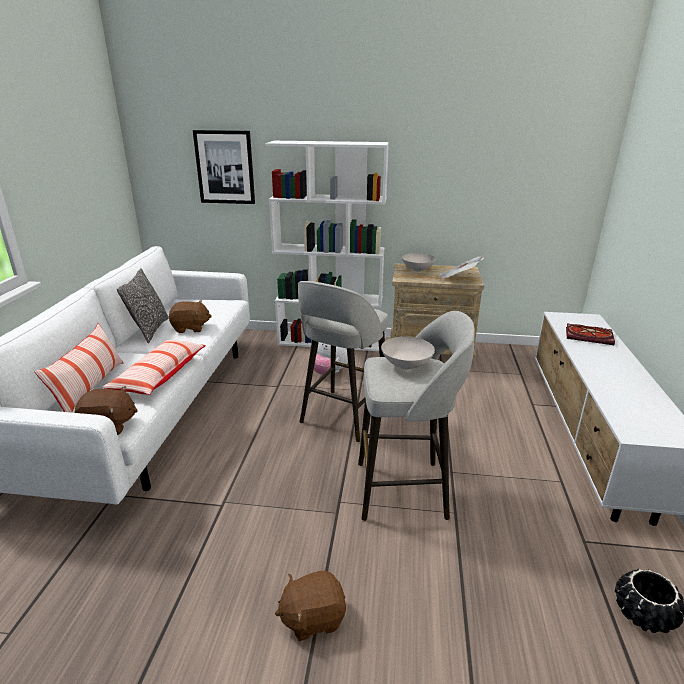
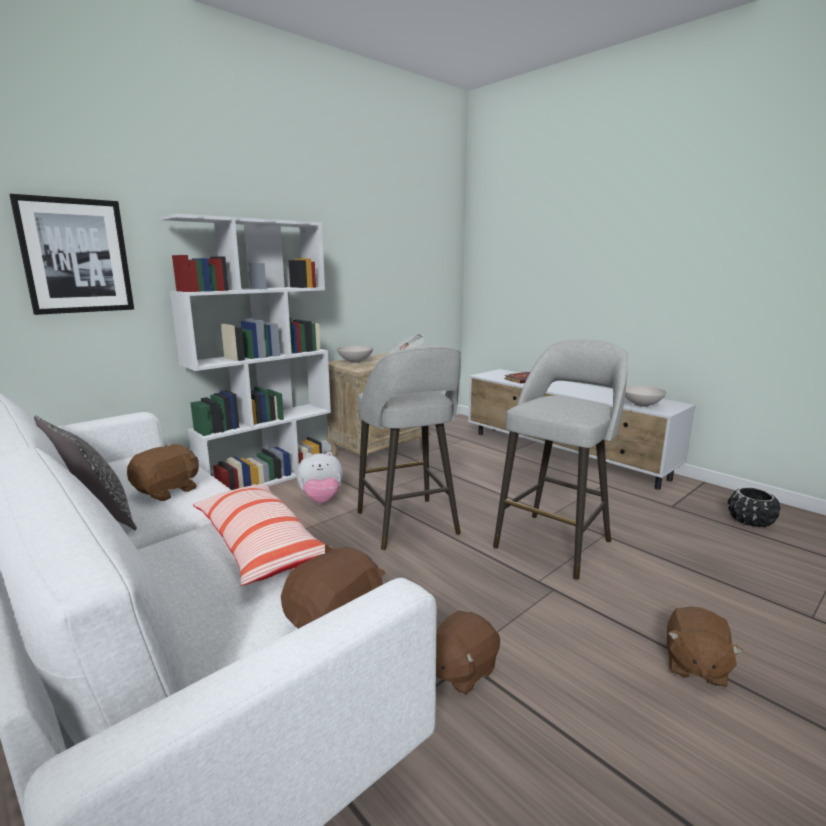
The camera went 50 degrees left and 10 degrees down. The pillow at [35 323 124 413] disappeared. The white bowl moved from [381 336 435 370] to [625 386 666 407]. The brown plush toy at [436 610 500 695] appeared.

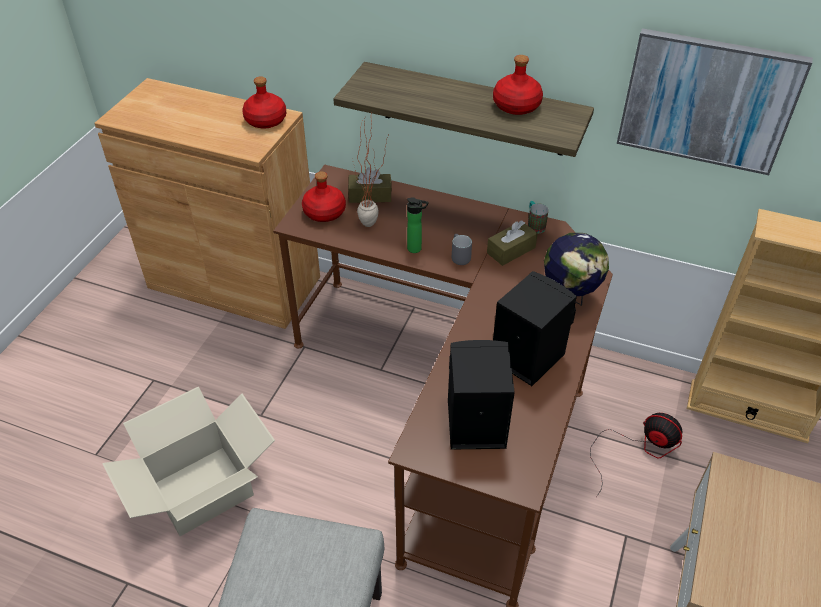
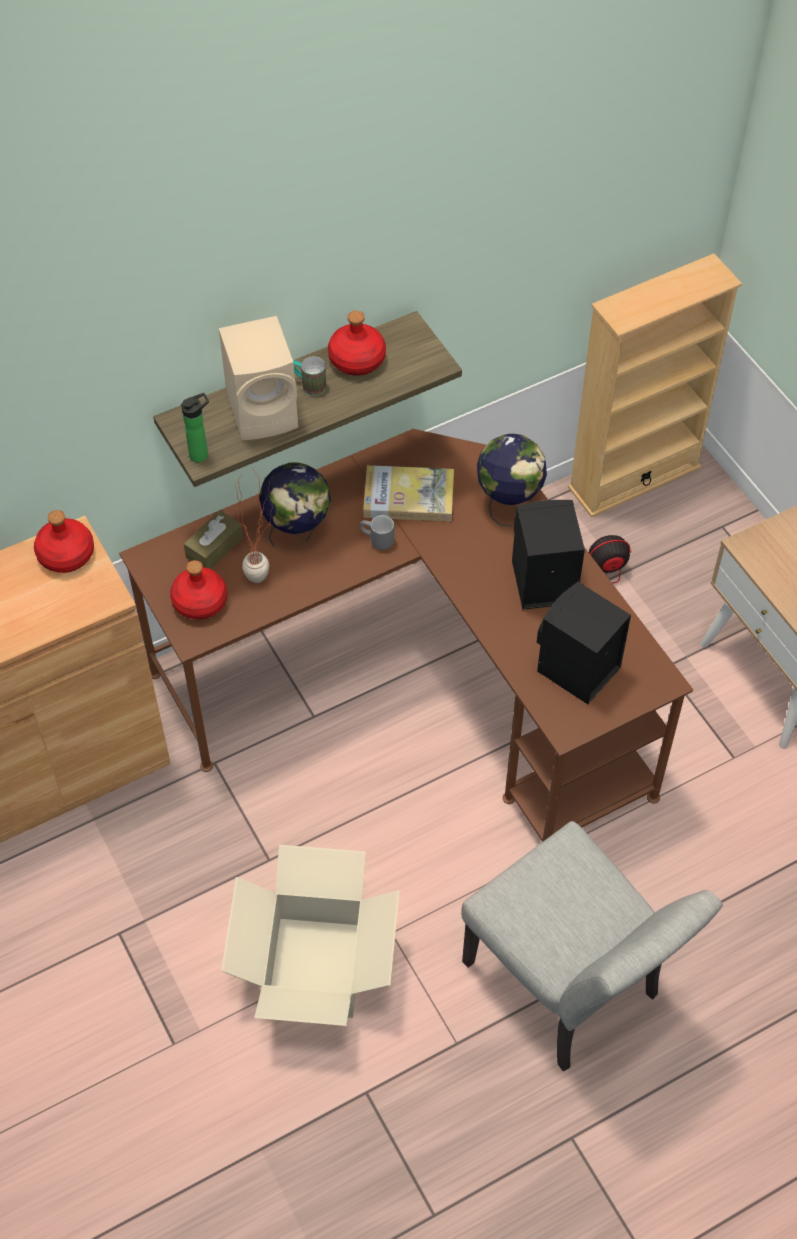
The camera went 50 degrees left and 10 degrees up. The bottle moved from [407 197 428 253] to [181 393 209 463]. The brown tissue box at [487 220 538 266] was replaced by the book at [363 465 454 522]. The mug moved from [528 201 549 234] to [293 356 326 396]. The picture at [617 28 813 175] disappeared. The beige speaker at [219 316 298 440] appeared. The globe at [259 462 331 547] appeared.

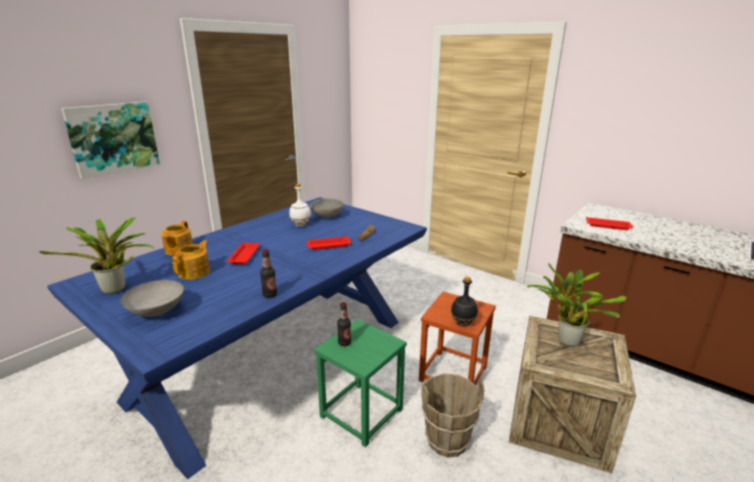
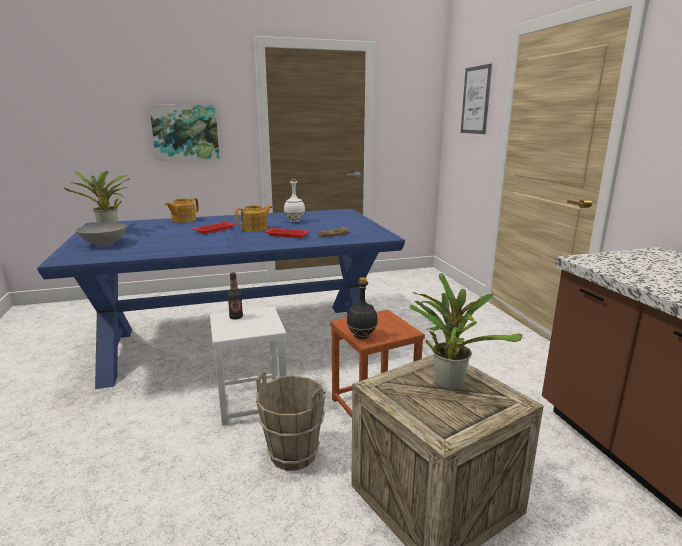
The camera went 35 degrees right and 5 degrees down. The teapot moved from [172 240 210 280] to [235 205 272 232]. The bottle at [260 249 277 298] disappeared. The grey bowl at [310 199 344 218] disappeared. The green stool at [314 320 407 447] became the white stool at [210 307 287 425]. The red tray at [586 217 633 230] disappeared. The picture at [461 64 492 134] appeared.

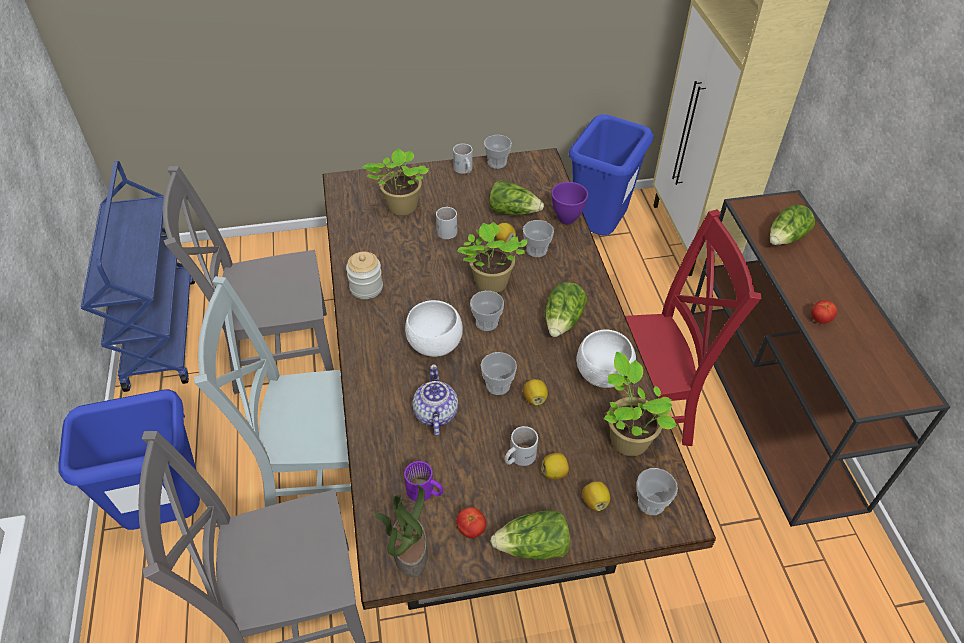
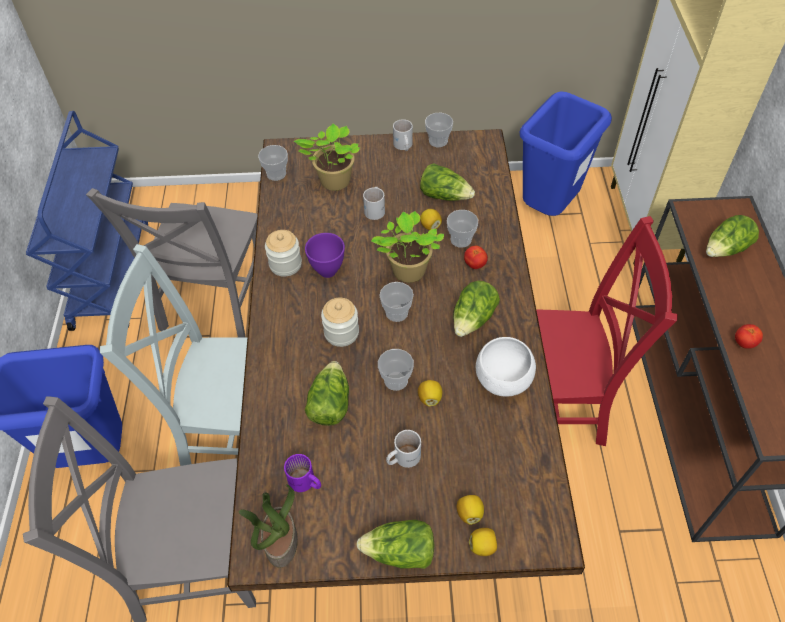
The camera went 10 degrees right and 5 degrees up. The grey chair at [163 166 334 394] turned 75 degrees counterclockwise. The white bowl at [405 300 463 357] was replaced by the jar at [321 298 359 347]. The teapot at [412 364 458 436] was replaced by the lettuce at [305 361 349 426]. The tomato moved from [456 507 487 539] to [464 246 488 269]. The lemon moved from [541 453 569 479] to [469 528 497 556]. The purple bowl moved from [552 182 588 225] to [305 233 345 278]. The potted plant at [604 352 677 456] disappeared. The cup moved from [636 468 678 515] to [258 145 288 181].

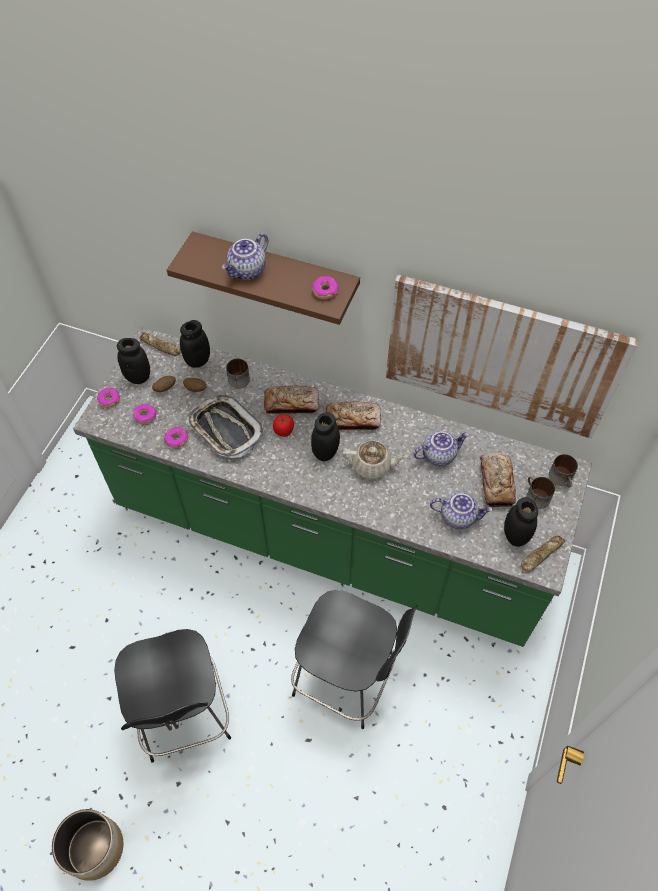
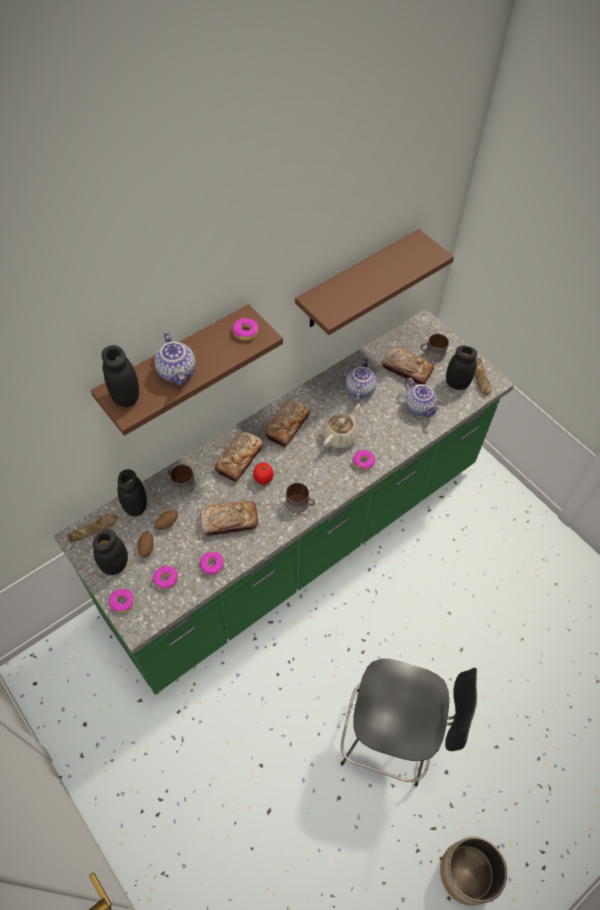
The camera went 60 degrees left and 0 degrees up. The tray at [186 394 265 458] was replaced by the bread at [200 501 258 535]. The black chair at [291 590 418 729] disappeared. The black jar moved from [311 412 340 461] to [102 345 139 407]. The picture at [386 274 639 439] was replaced by the brown shelf at [295 229 454 335]. The teapot at [430 492 493 529] turned 105 degrees clockwise. The mug moved from [549 454 578 488] to [286 483 316 513]. The donut at [353 450 375 470] appeared.

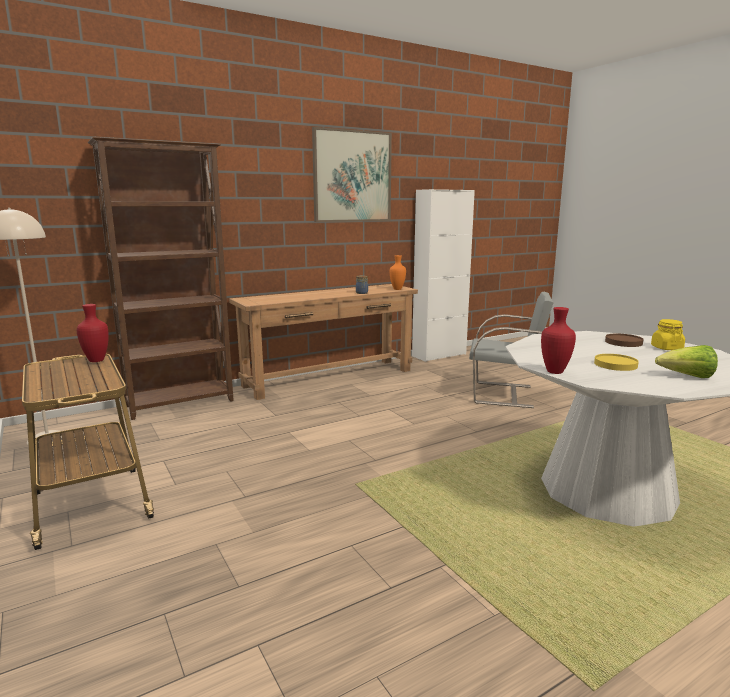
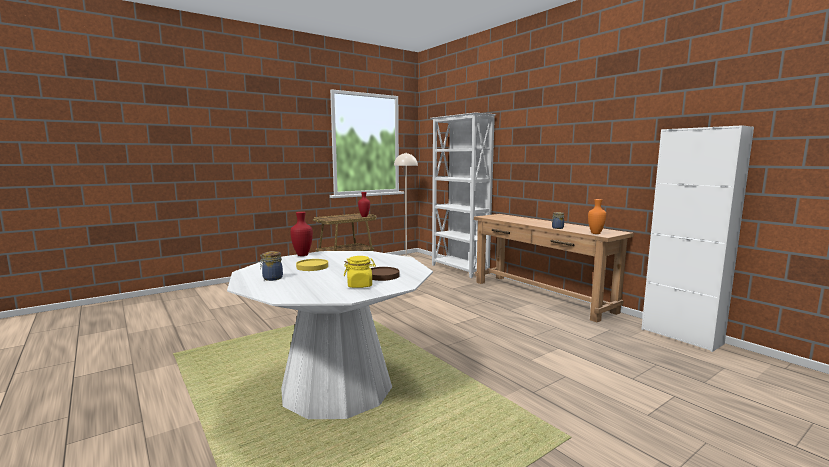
The camera went 85 degrees right and 5 degrees down. The brown bookcase at [88 137 234 420] became the white bookcase at [431 112 496 278]. The picture at [312 127 392 222] disappeared. The grey chair at [469 292 554 408] disappeared. The lettuce at [655 345 718 378] was replaced by the jar at [260 251 283 281].

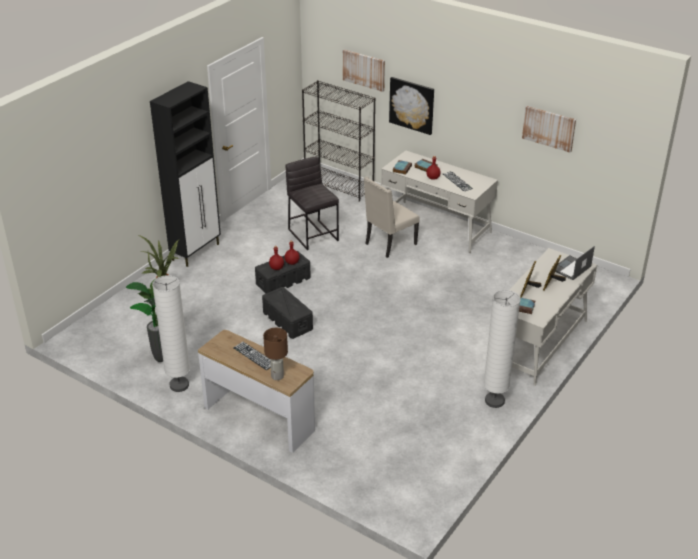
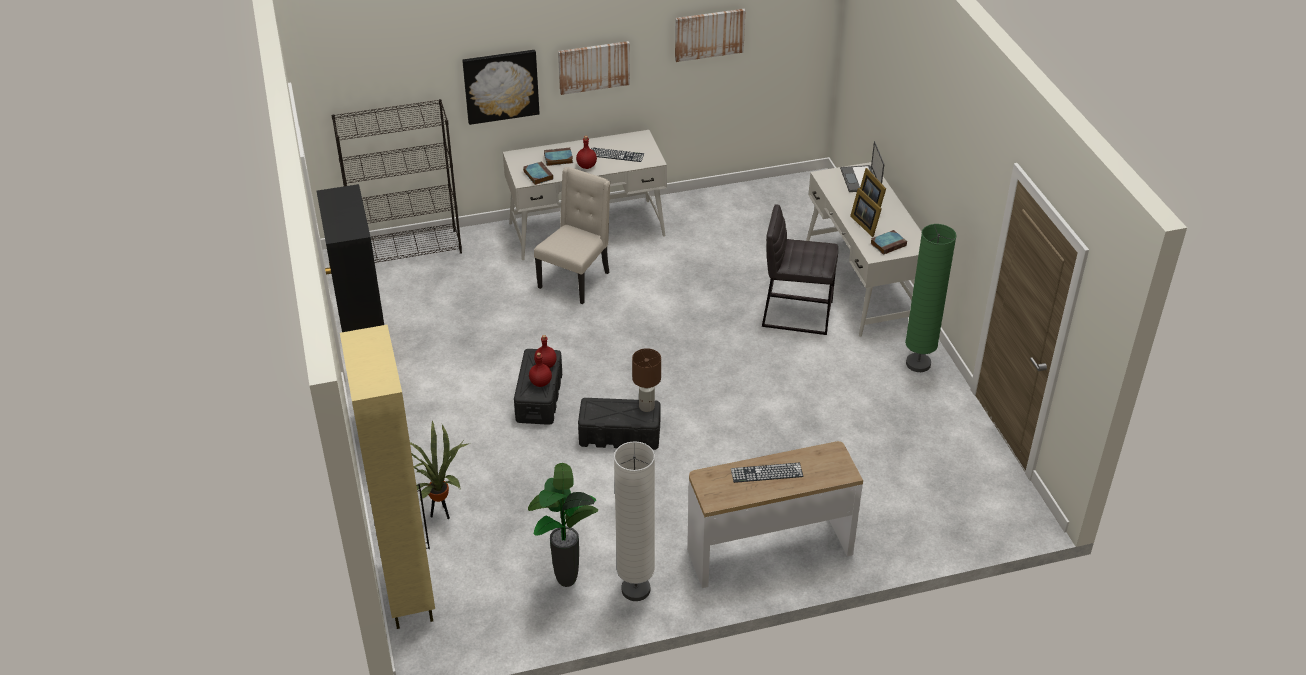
The camera went 50 degrees left and 5 degrees up. The brown table lamp moved from [263 328 288 380] to [632 348 661 412]. The grey stool moved from [286 156 339 250] to [762 204 838 335]. The picture moved from [343 49 385 92] to [558 41 630 95]. The beige chair at [364 176 420 258] turned 150 degrees counterclockwise. The white floor lamp at [484 290 520 408] became the green floor lamp at [905 224 957 372]. The beige cabinet at [340 325 435 629] appeared.

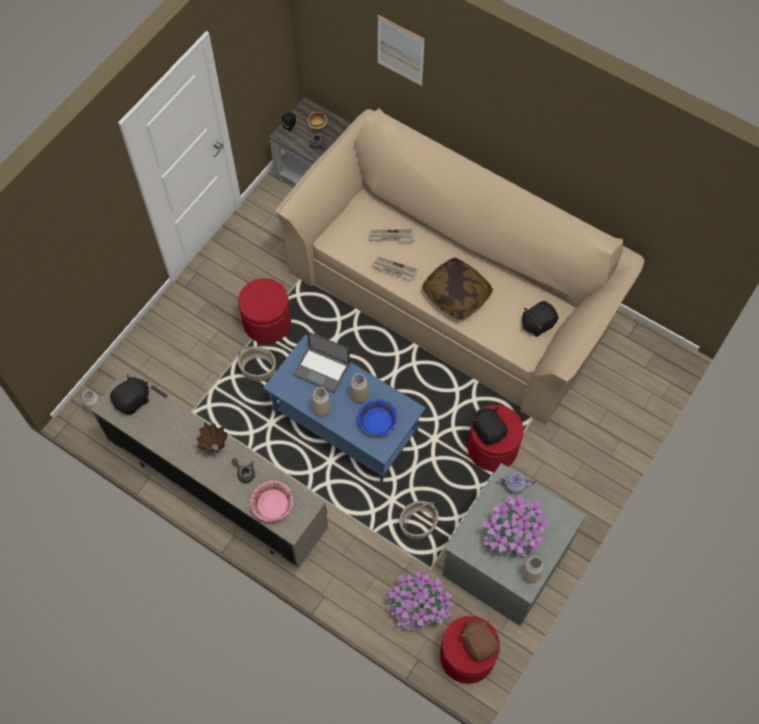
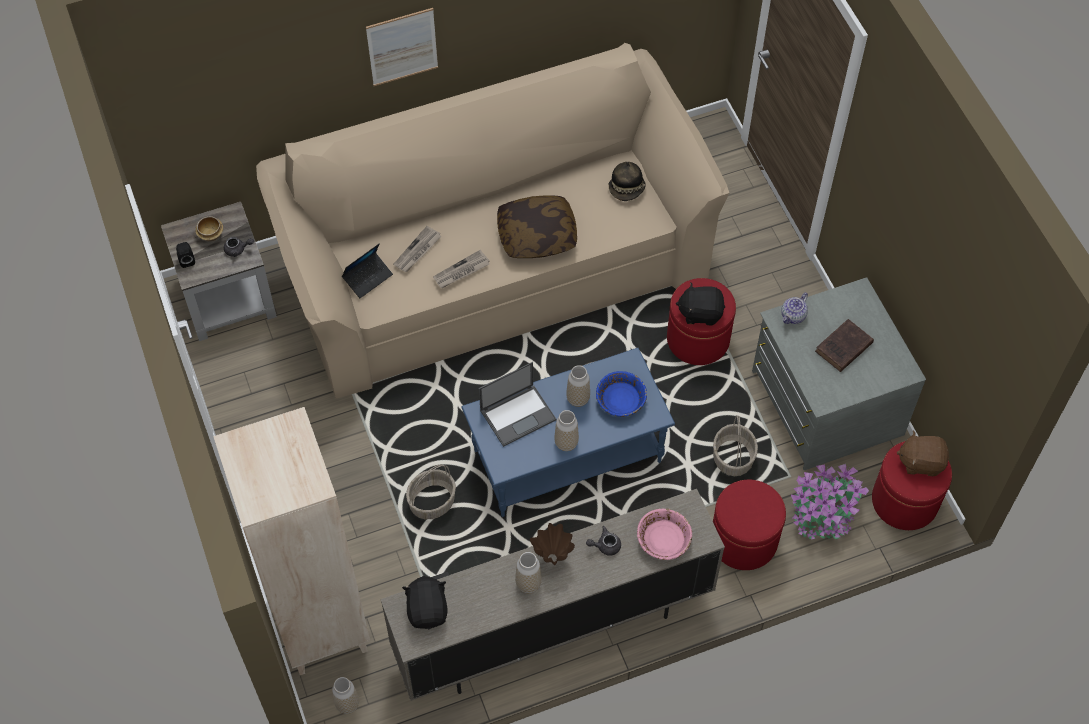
The camera went 55 degrees left and 5 degrees down. The red ottoman moved from [238 278 291 344] to [713 480 786 570]. The picture moved from [377 15 425 86] to [366 8 438 86]. The potted plant at [483 495 550 556] was replaced by the brown book at [815 319 874 372]. The vase moved from [521 556 544 583] to [515 552 542 593]. The black plush toy at [522 301 558 337] was replaced by the hat at [609 162 646 201]. The beige bookcase at [213 407 370 675] appeared. The laptop at [342 244 393 298] appeared.

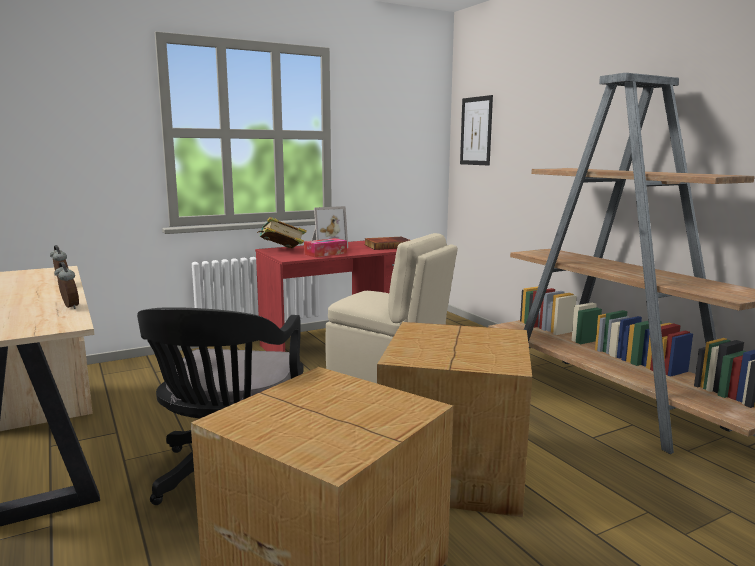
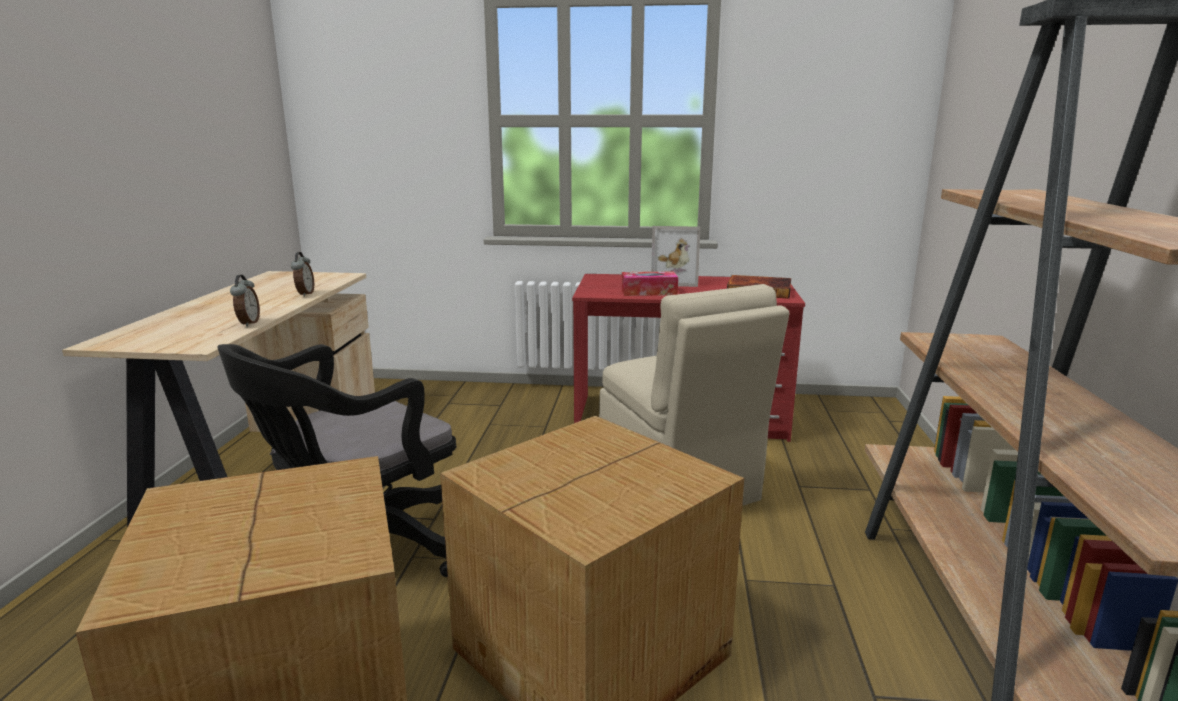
The camera went 35 degrees right and 5 degrees up. The book at [257 217 307 248] disappeared. The picture at [460 95 493 166] disappeared.

